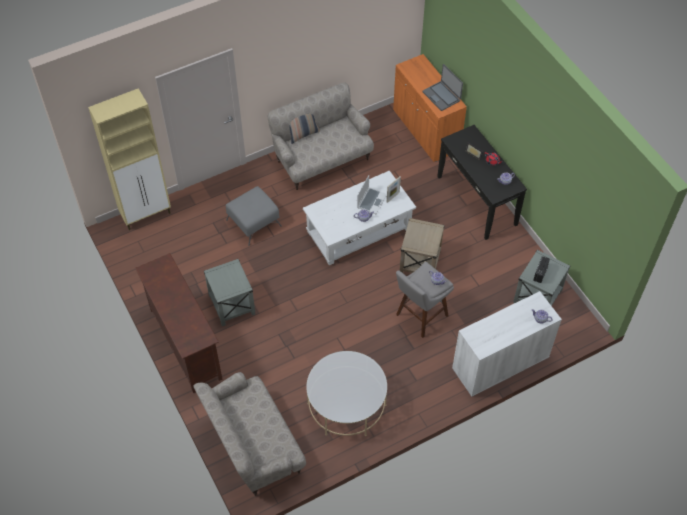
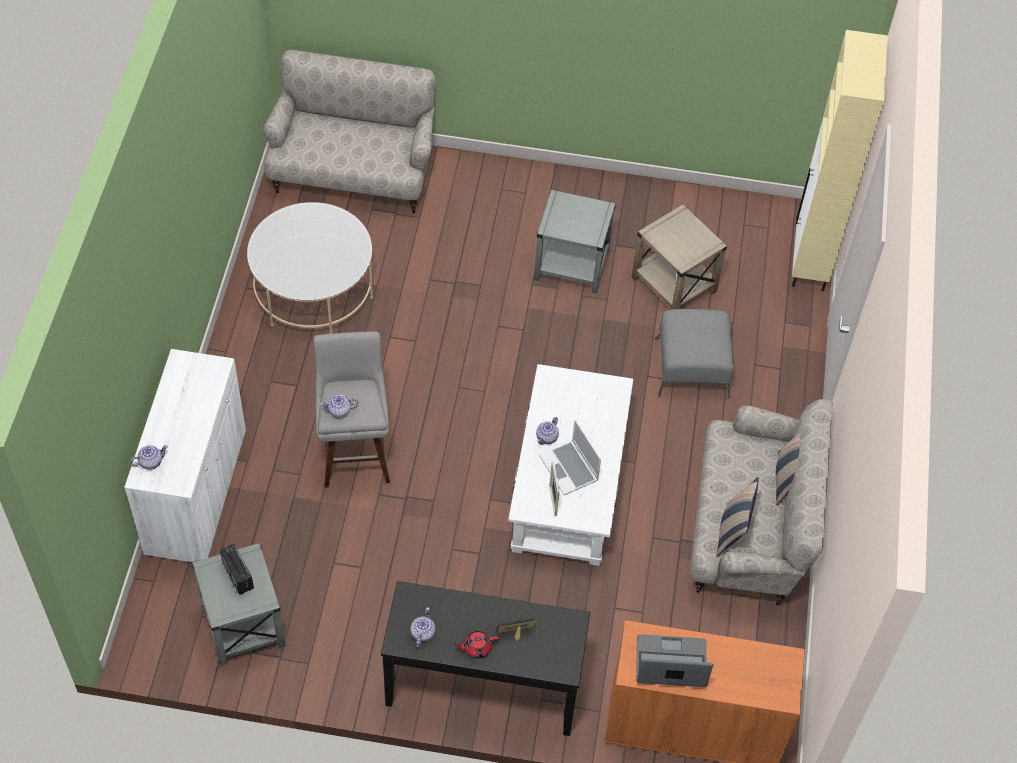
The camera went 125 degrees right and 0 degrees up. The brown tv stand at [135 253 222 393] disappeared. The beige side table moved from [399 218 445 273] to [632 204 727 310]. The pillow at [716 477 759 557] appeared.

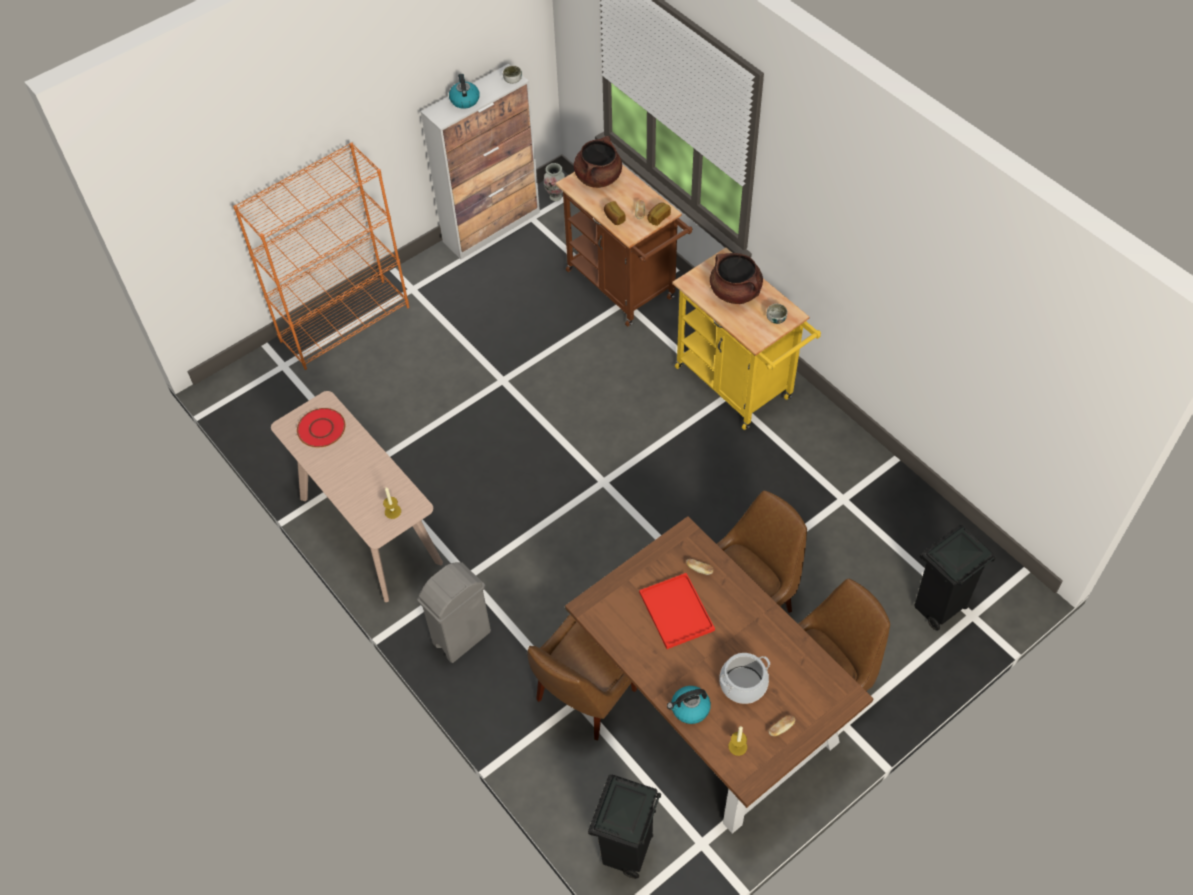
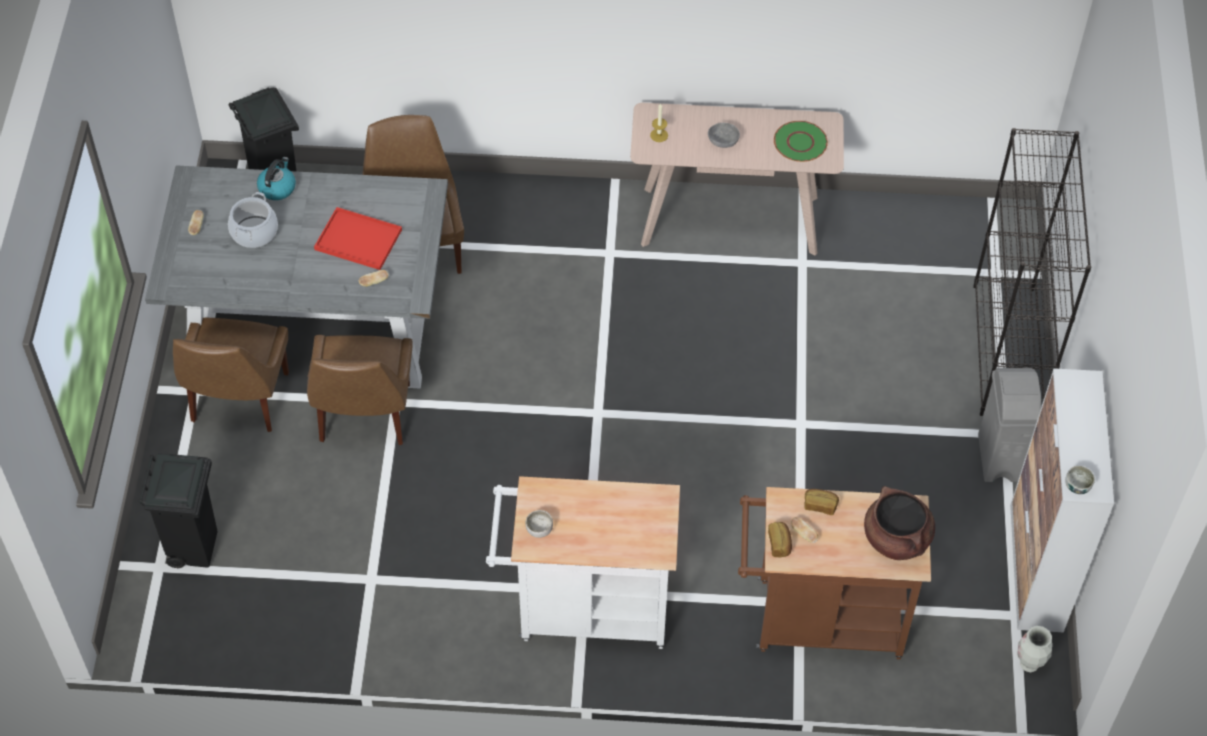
The camera went 130 degrees right and 0 degrees up. The orange bookcase at [233 142 409 370] became the black bookcase at [973 128 1091 416]. The red plate at [297 408 345 448] became the green plate at [774 121 828 162]. The grey trash can moved from [417 562 491 663] to [978 368 1041 482]. The kettle at [449 74 480 109] disappeared. The brown dining table at [565 516 874 834] became the grey dining table at [145 165 448 388]. The yellow cart at [672 248 821 430] became the white cart at [486 476 680 649]. The brown cooking pot at [710 253 763 304] disappeared. The candle at [728 726 747 756] disappeared. The grey bowl at [708 123 740 148] appeared.

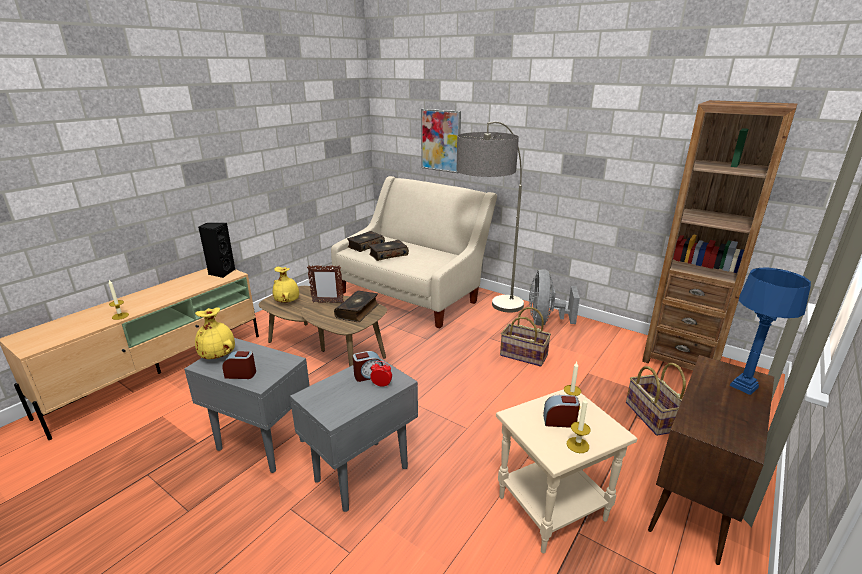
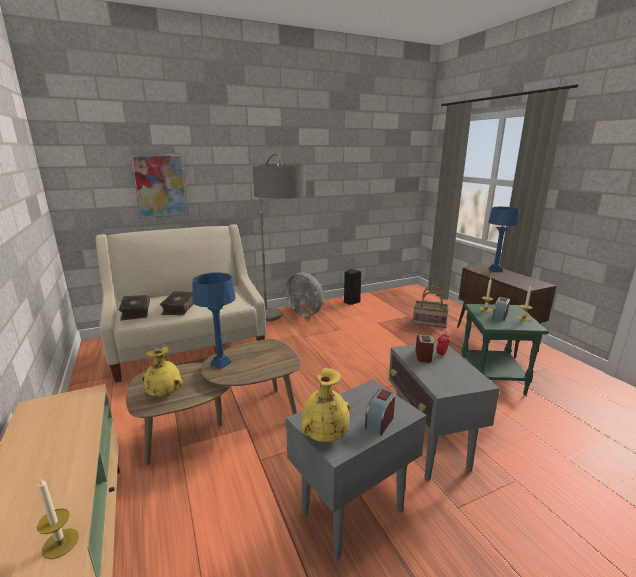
The camera went 60 degrees left and 5 degrees down. The black speaker moved from [198 223 235 278] to [344 269 361 305]. The picture frame at [307 265 344 303] was replaced by the blue table lamp at [192 272 236 369]. The book at [334 290 379 322] disappeared. The beige side table at [496 389 637 553] became the green side table at [462 304 548 395]. The basket at [500 307 551 367] disappeared. The brown bookcase at [642 100 797 371] disappeared.

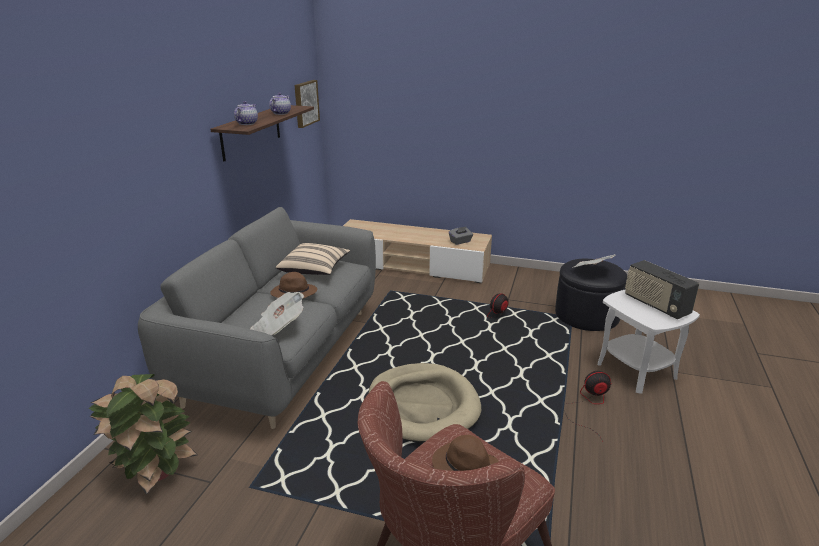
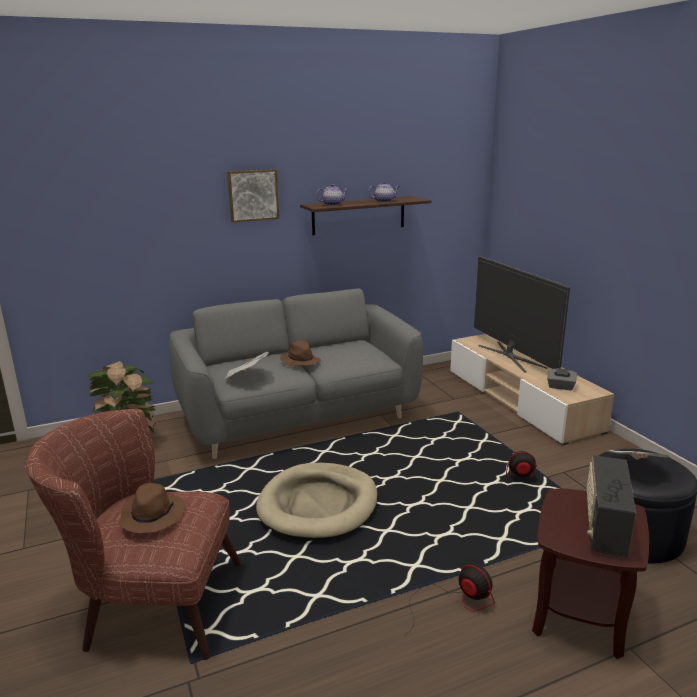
The camera went 50 degrees right and 5 degrees down. The beige pillow at [276 243 350 275] disappeared. The picture moved from [295 80 320 128] to [227 169 279 222]. The white side table at [598 289 700 394] became the brown side table at [532 489 649 659]. The television at [474 256 570 372] appeared.

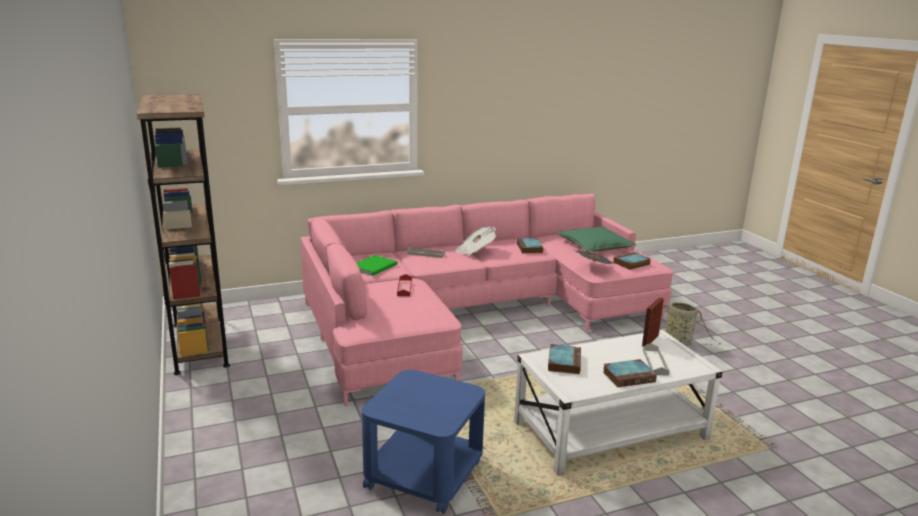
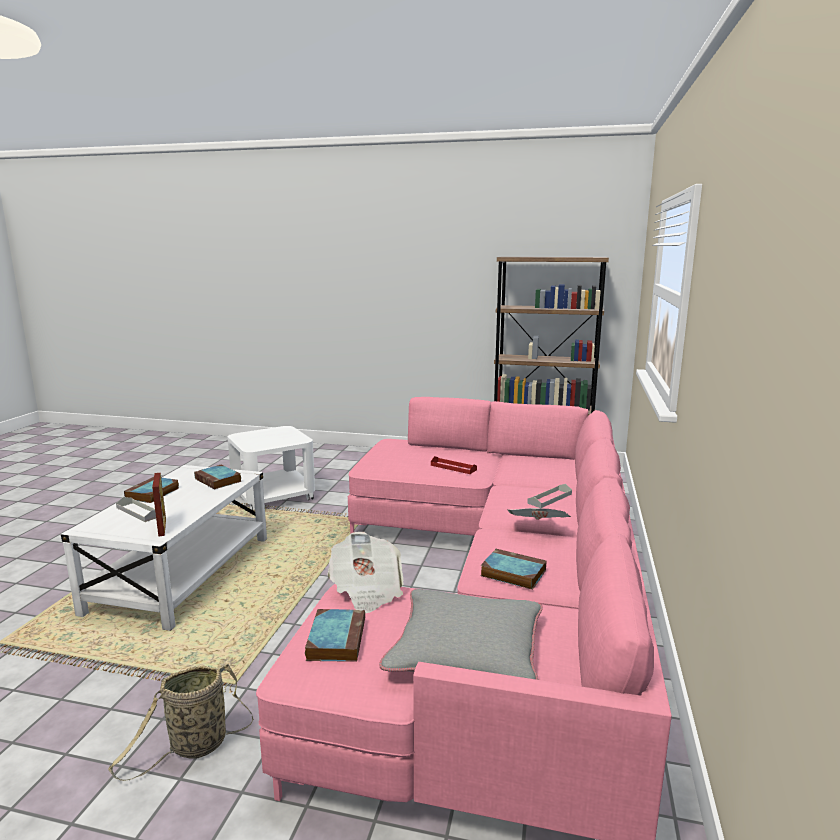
The camera went 125 degrees right and 5 degrees down. The green book at [357 255 398 276] disappeared. The blue side table at [362 370 485 514] became the white side table at [227 426 315 510]. The green pillow at [557 227 636 252] became the grey pillow at [380 589 543 680].

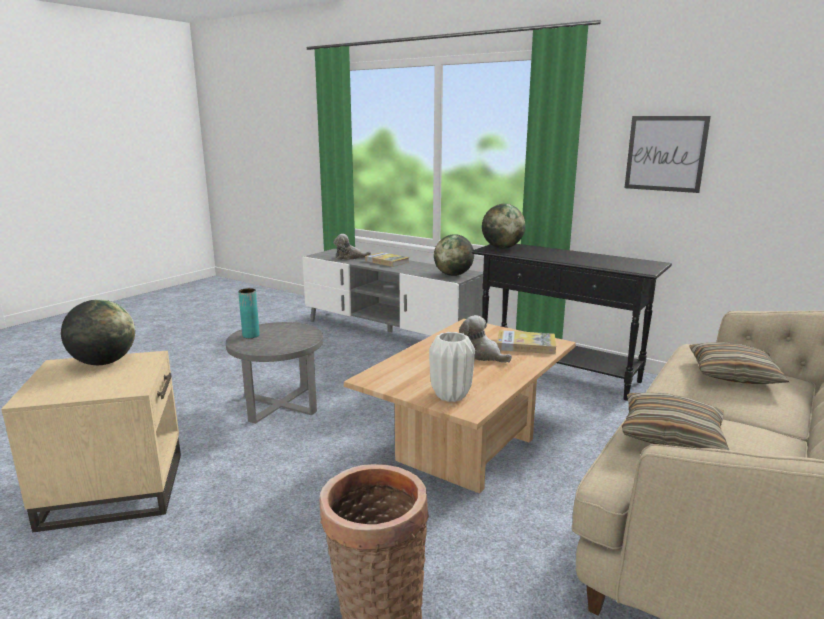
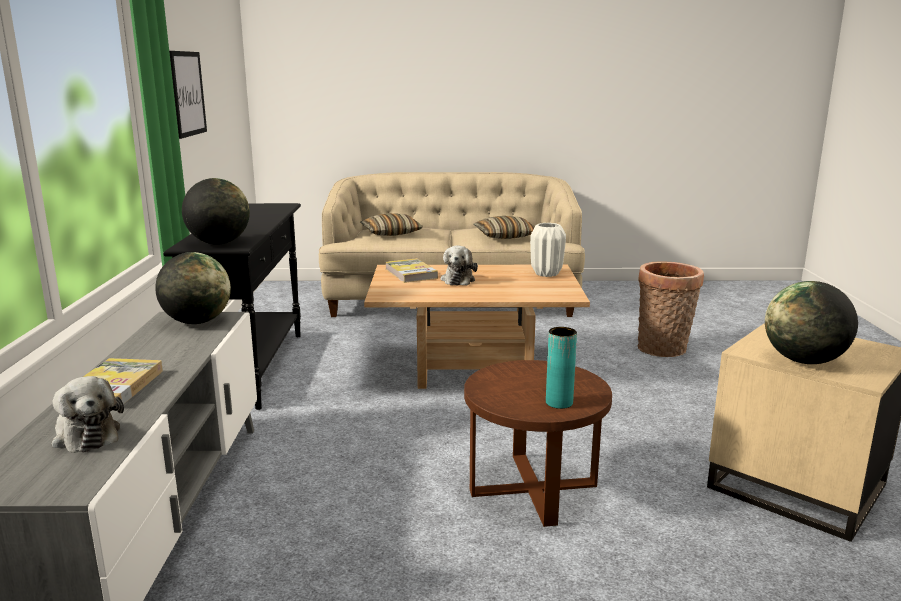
The camera went 125 degrees left and 0 degrees up. The grey side table at [226 322 323 424] became the brown side table at [464 360 612 527].

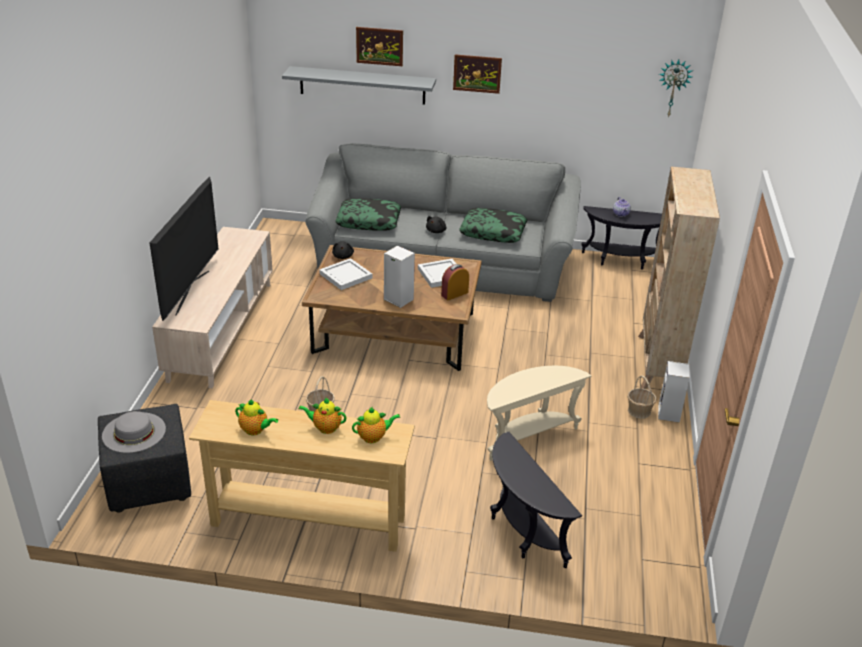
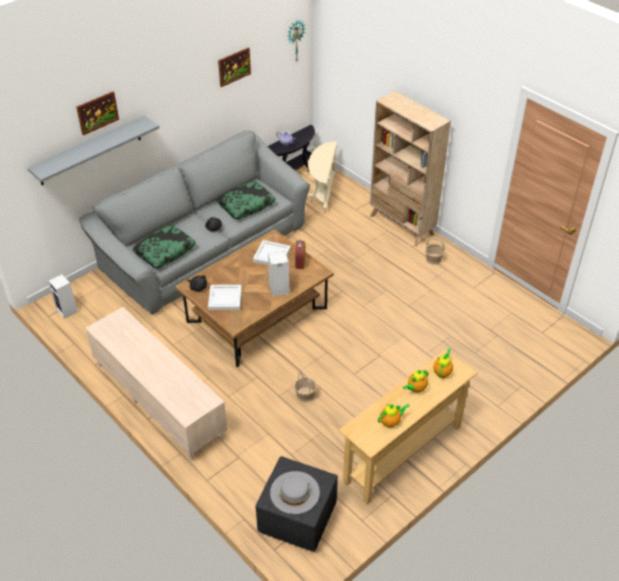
The camera went 50 degrees left and 10 degrees up. The television at [150 177 219 321] disappeared. The picture moved from [453 54 502 94] to [218 47 251 87]. The beige side table moved from [487 366 591 460] to [308 141 337 214]. The black side table at [490 432 582 568] disappeared. The speaker moved from [658 361 690 423] to [48 274 78 319].

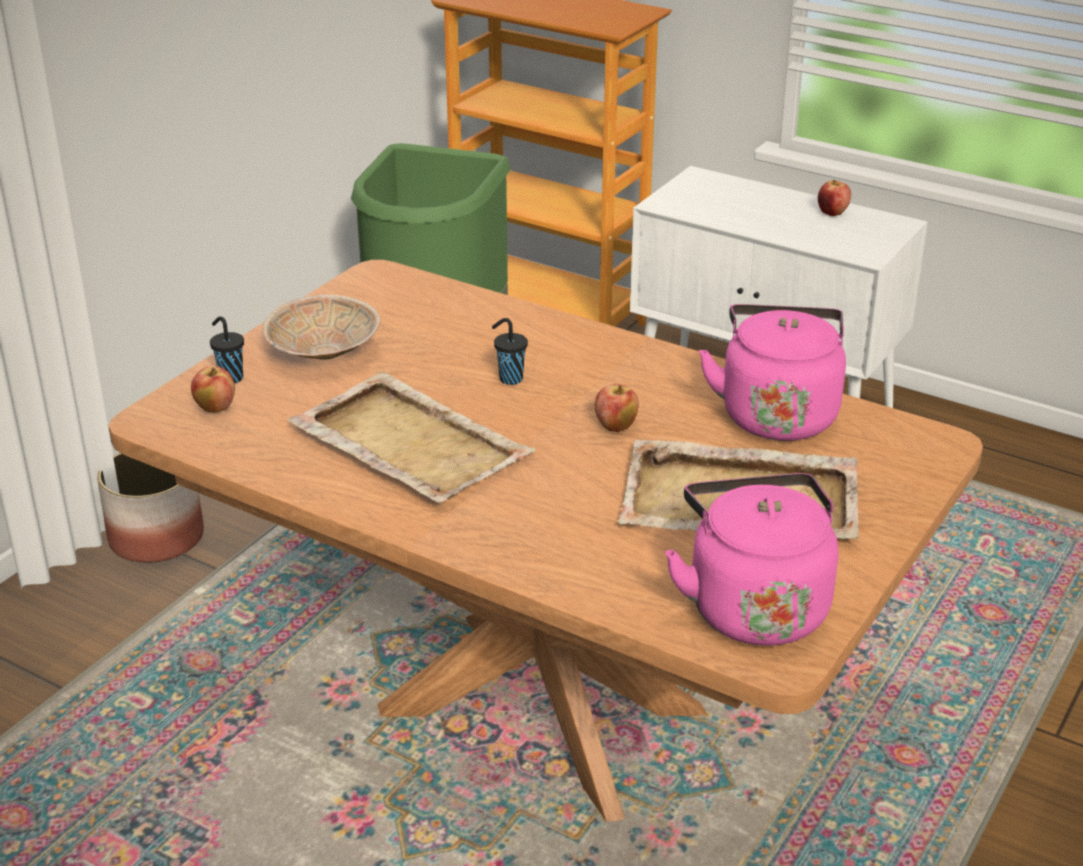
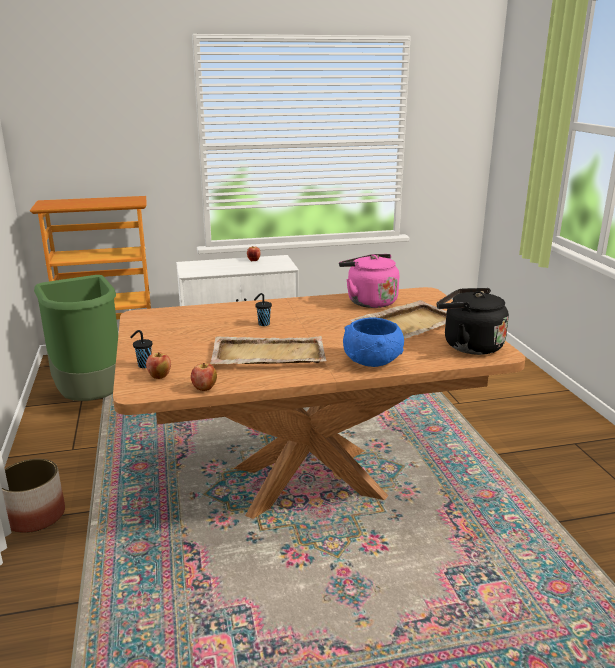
The camera went 45 degrees left and 10 degrees down. The beige bowl at [262 294 381 360] disappeared. The apple moved from [595 384 639 432] to [191 363 217 391]. The pink kettle at [665 473 839 645] became the black kettle at [436 288 509 355]. The blue bowl at [343 318 404 367] appeared.

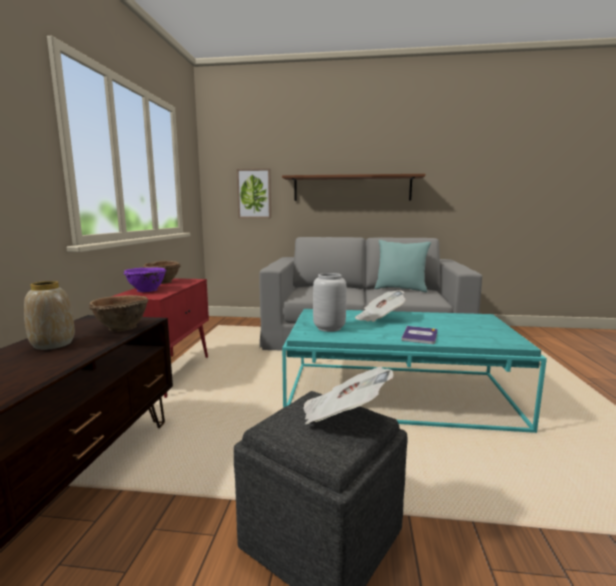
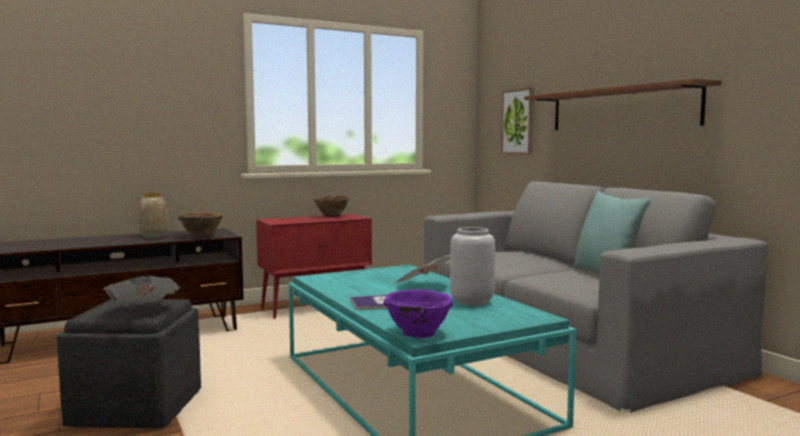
The camera went 55 degrees right and 5 degrees down. The purple bowl moved from [124 268 166 292] to [383 289 453 338]. The grey vase moved from [313 273 347 332] to [450 227 495 306].

